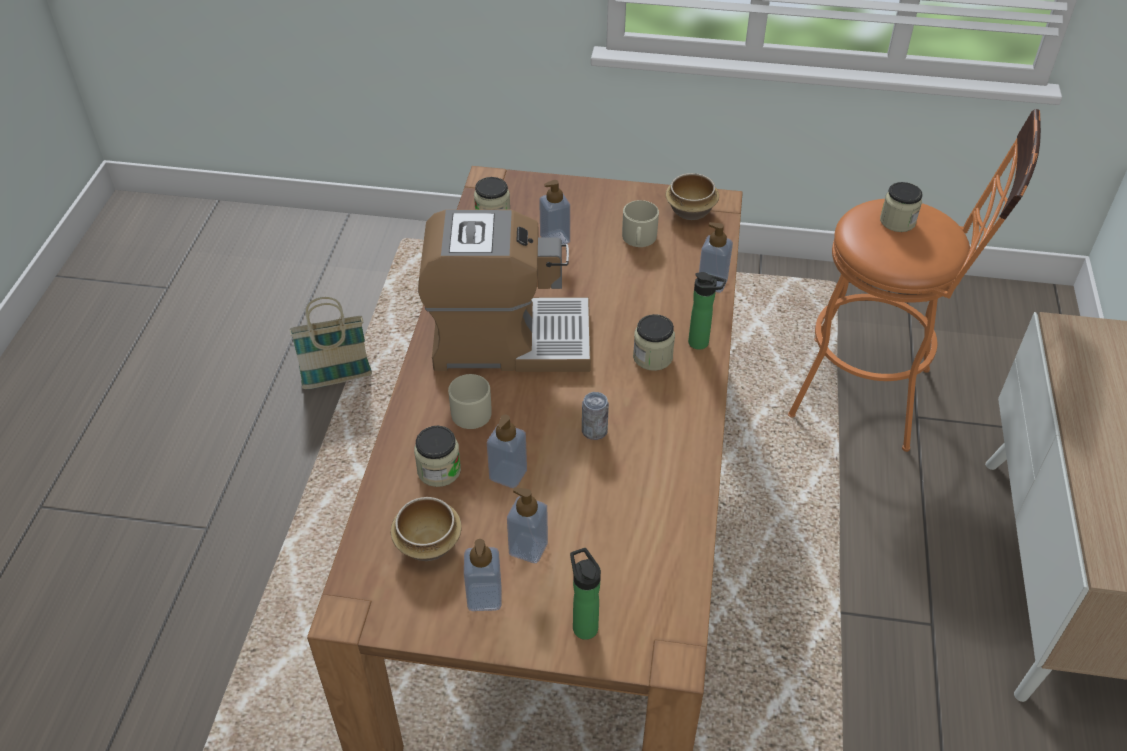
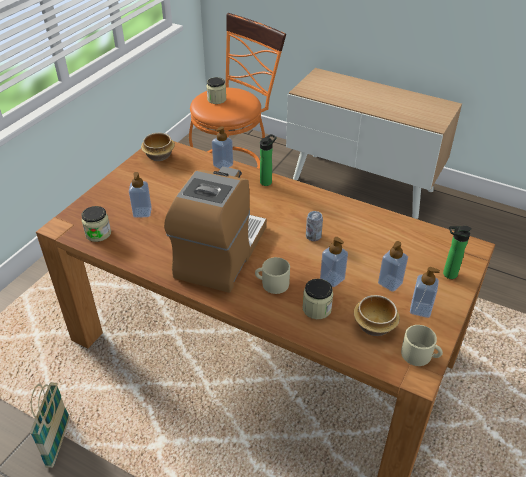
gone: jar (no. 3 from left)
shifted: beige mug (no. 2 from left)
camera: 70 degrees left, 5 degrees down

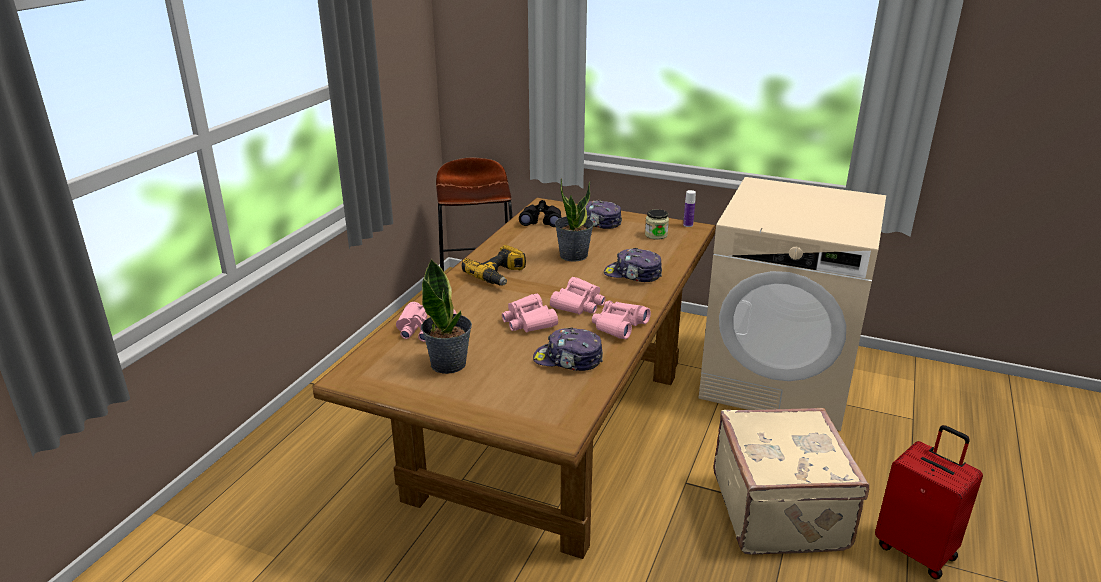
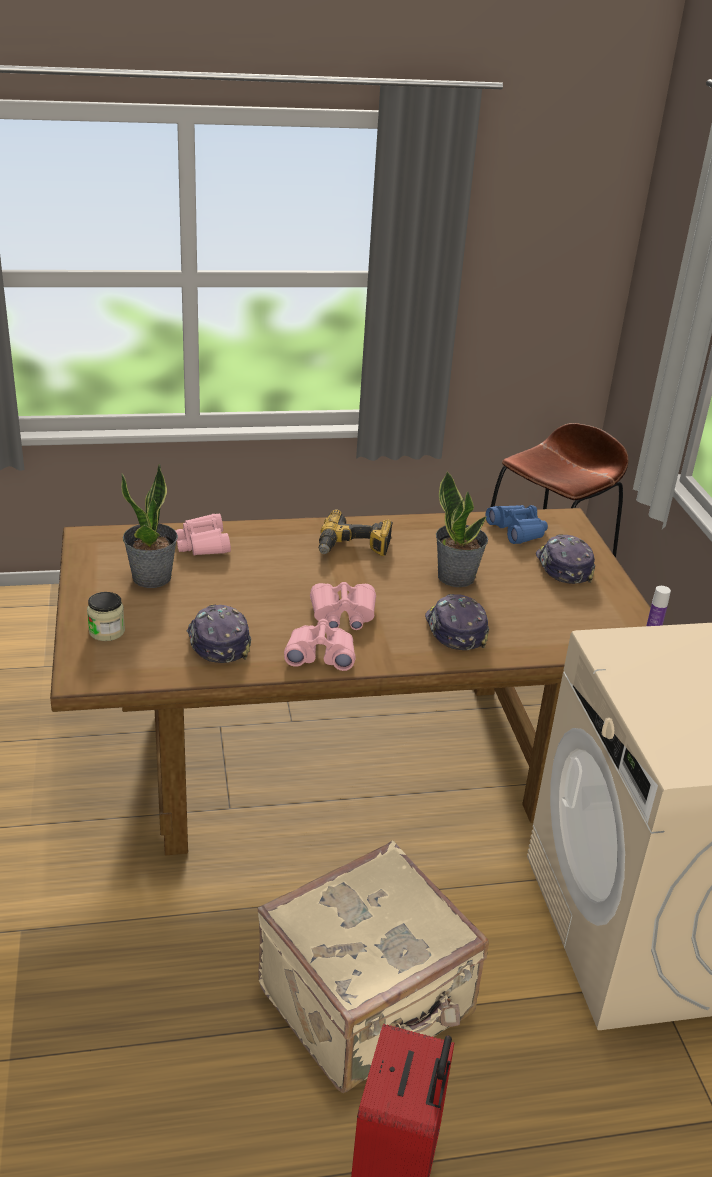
gone: pink binoculars (no. 2 from left)
shifted: jar
repainted: black binoculars to blue binoculars
camera: 55 degrees right, 5 degrees up

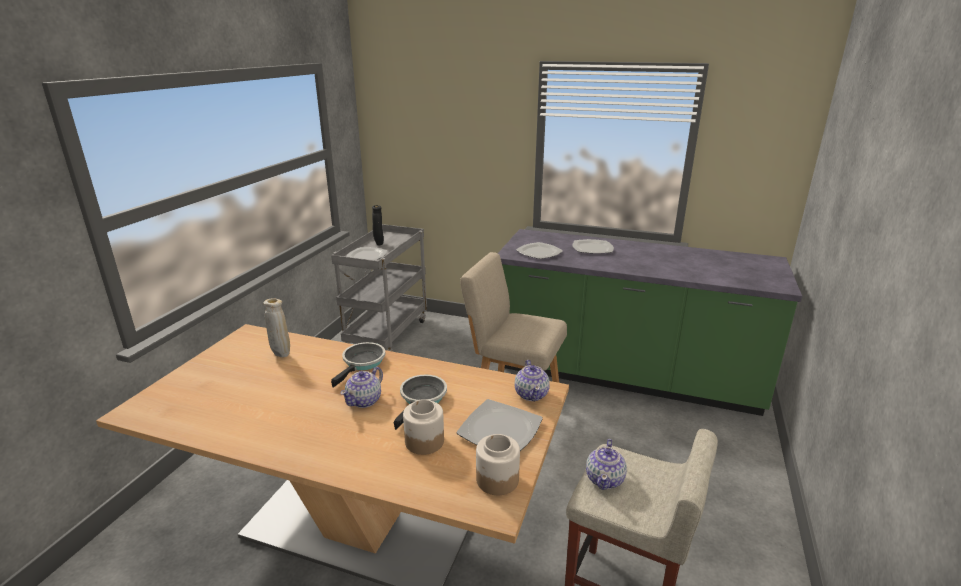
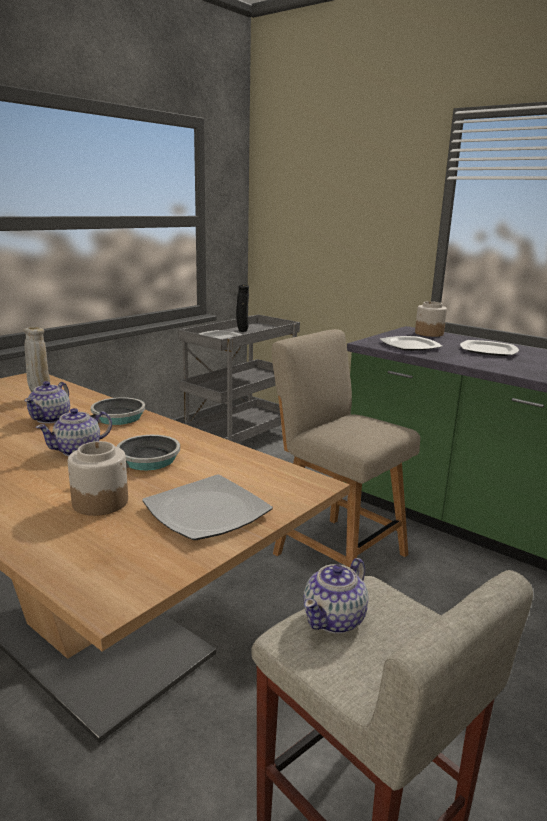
shifted: jar (no. 2 from left); teapot (no. 2 from left in the first image) to teapot (no. 1 from left)
camera: 20 degrees right, 5 degrees down

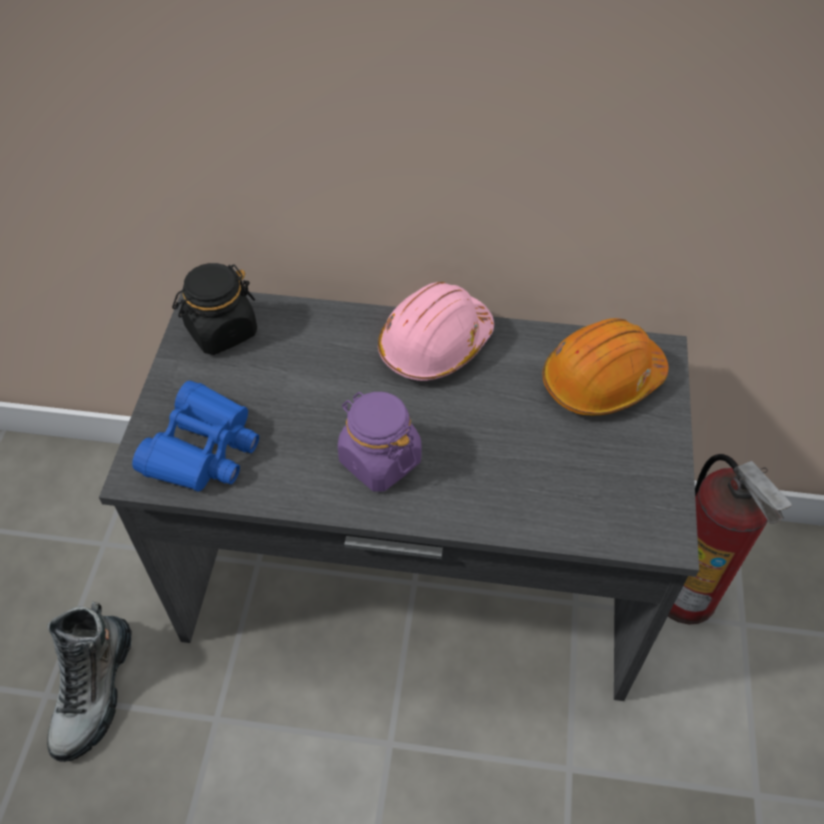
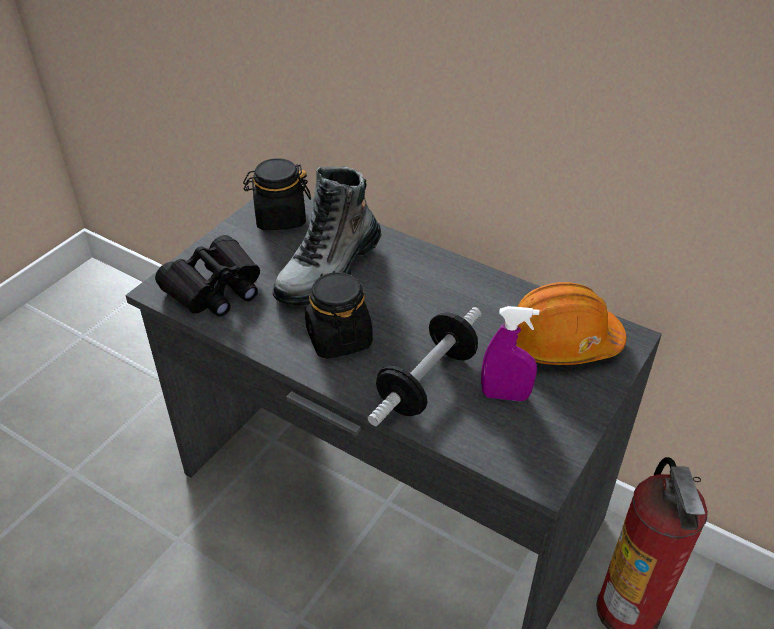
gone: pink hard hat
new: dumbbell; purple spray bottle
shifted: boot
repainted: blue binoculars to black binoculars; purple jar to black jar (no. 2 from left)
camera: 25 degrees right, 10 degrees down

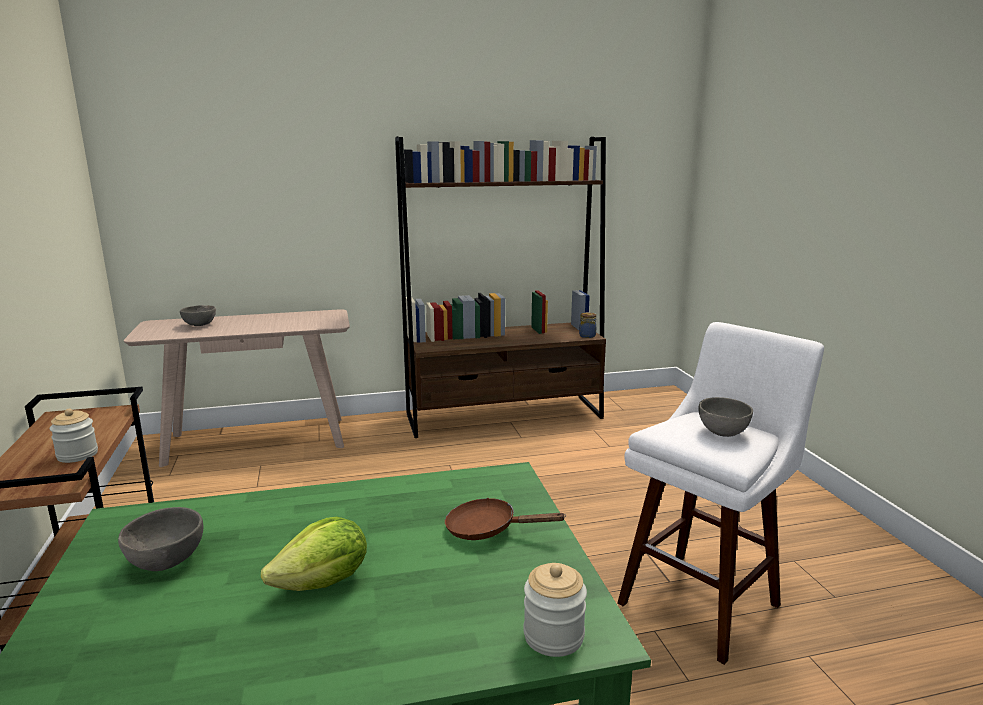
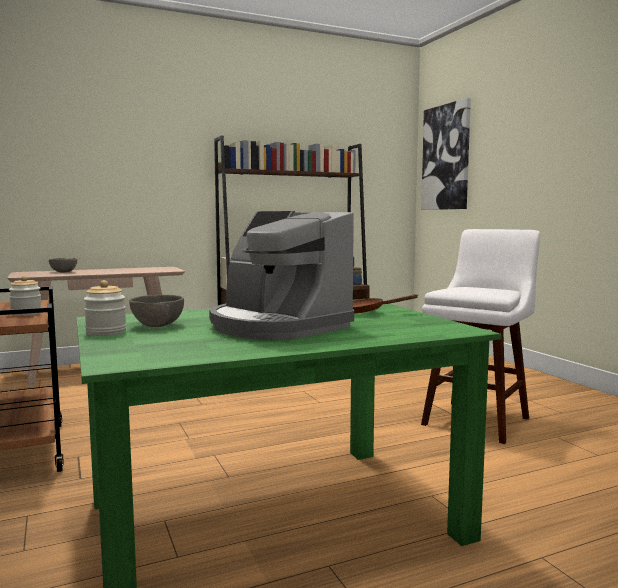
gone: grey bowl (no. 3 from left)
new: picture
shifted: jar (no. 2 from left)
swapped: lettuce to coffee machine
camera: 10 degrees left, 10 degrees down

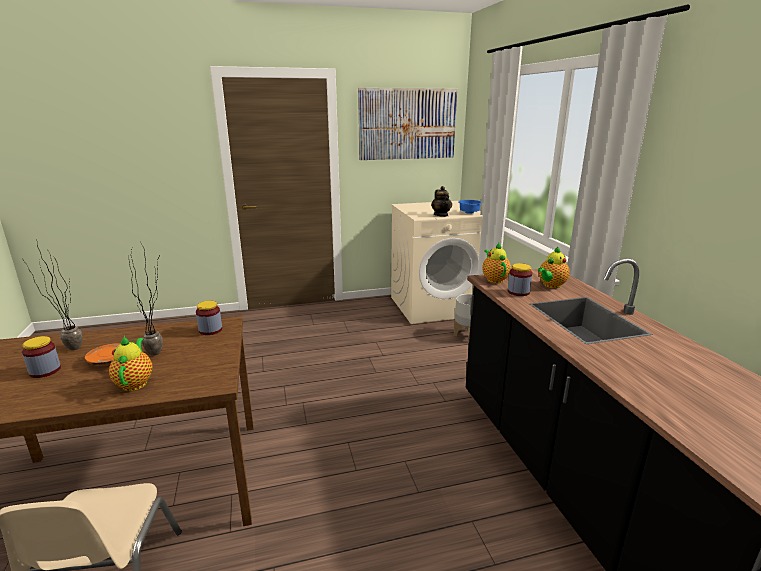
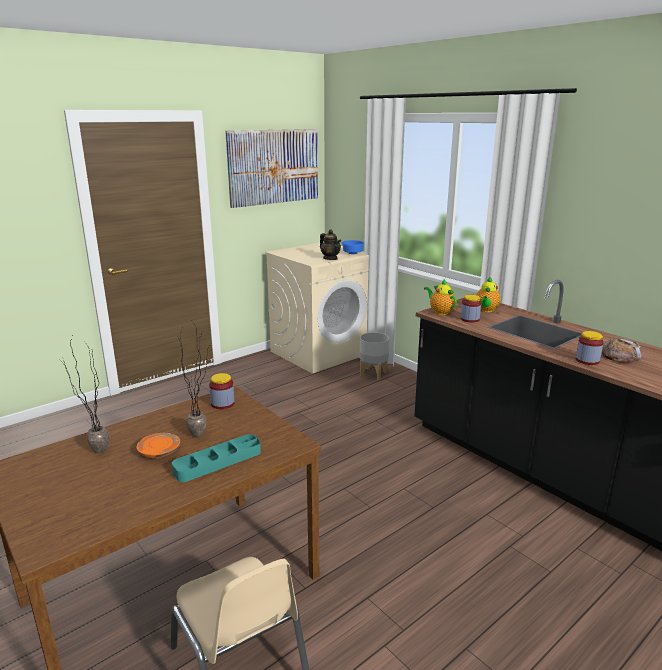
new: bread
shifted: jar (no. 1 from left in the first image) to jar (no. 3 from left)
swapped: teapot (no. 1 from left) to turquoise tray
camera: 25 degrees left, 0 degrees up

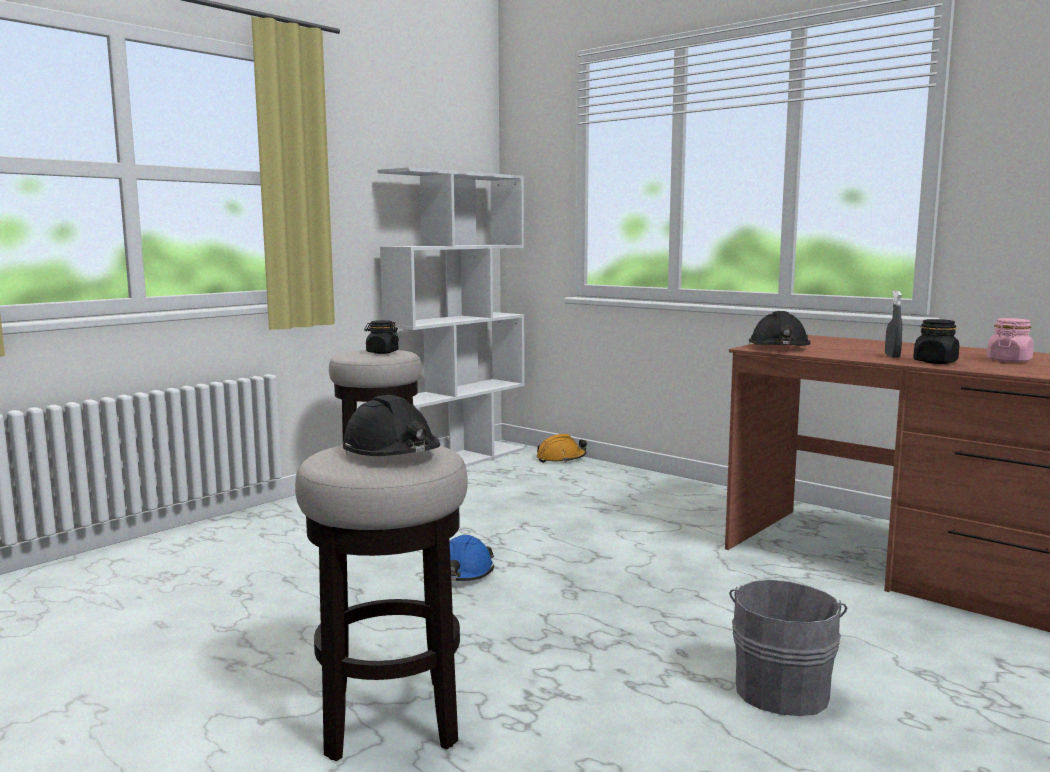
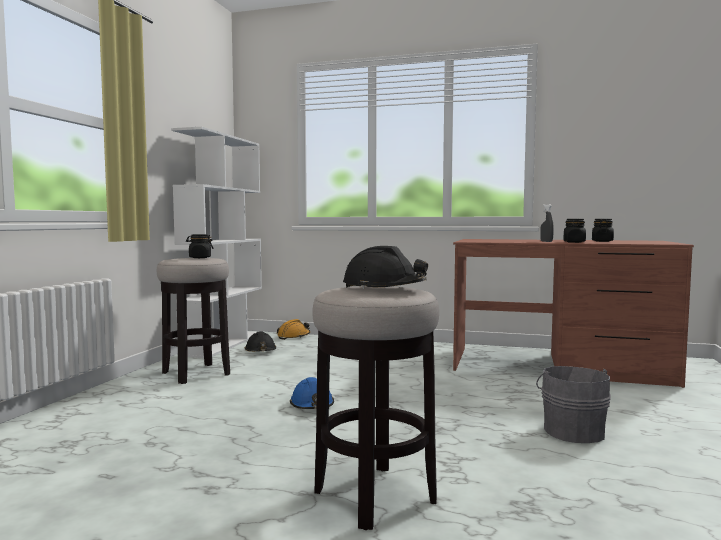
shifted: black hard hat (no. 2 from left in the first image) to black hard hat (no. 1 from left)
repainted: pink jar to black jar (no. 3 from left)
camera: 25 degrees left, 5 degrees down

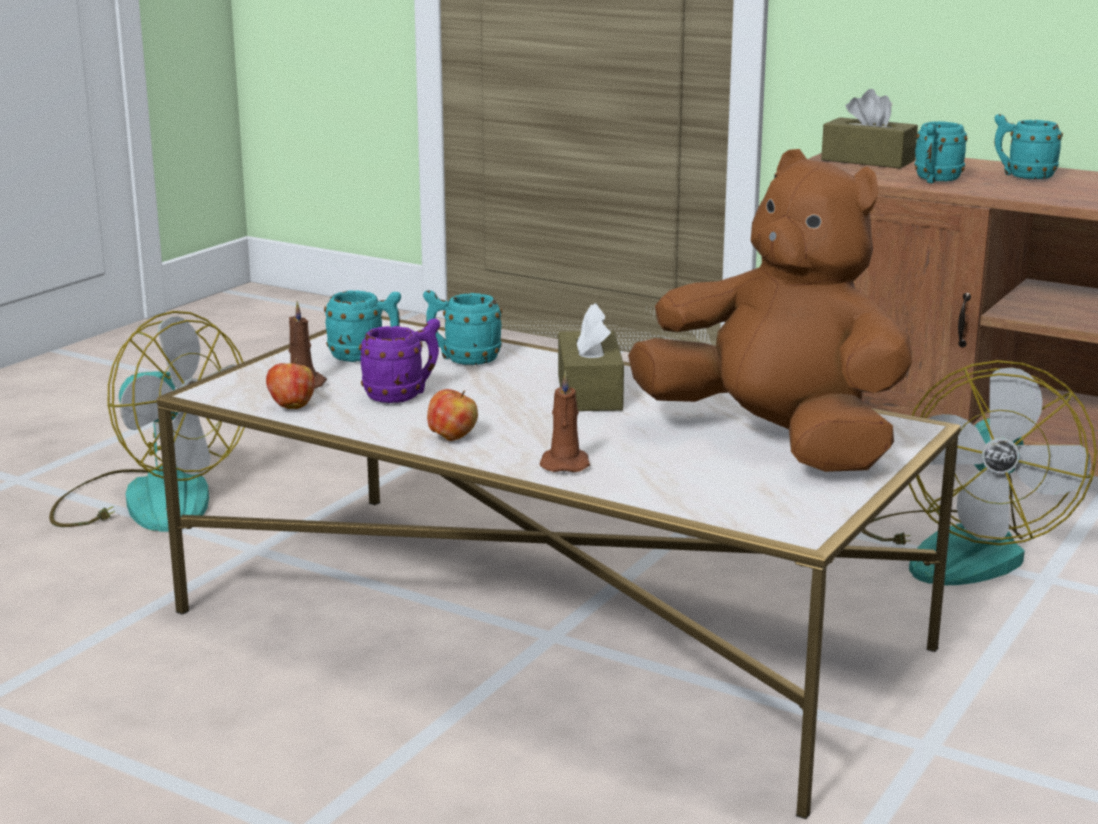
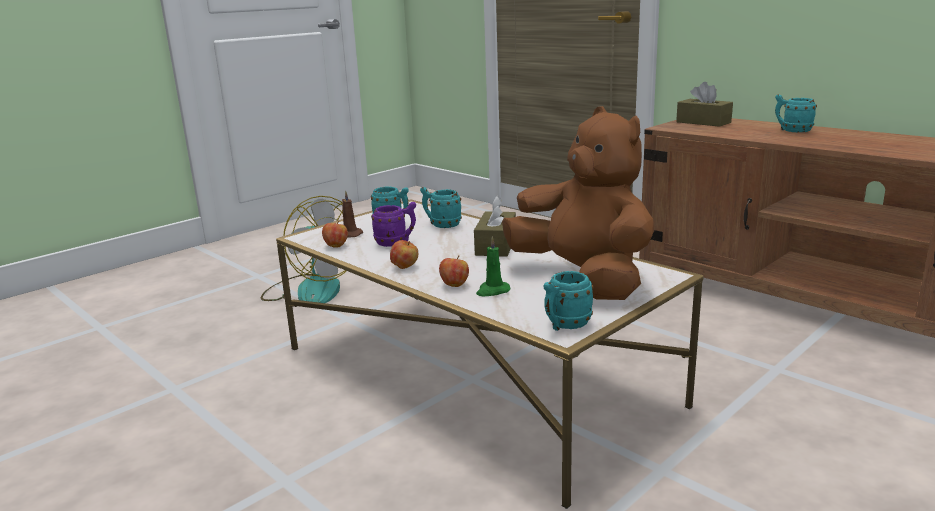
gone: fan (no. 2 from left)
new: green candle
shifted: turquoise mug (no. 3 from left)
swapped: brown candle (no. 2 from left) to apple (no. 3 from left)
camera: 15 degrees right, 0 degrees up

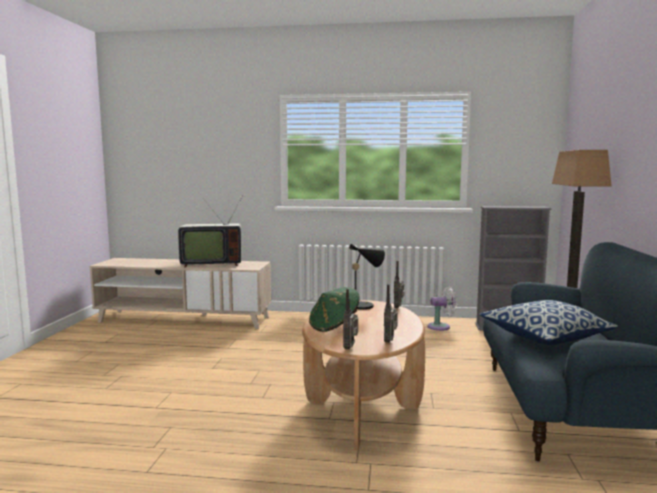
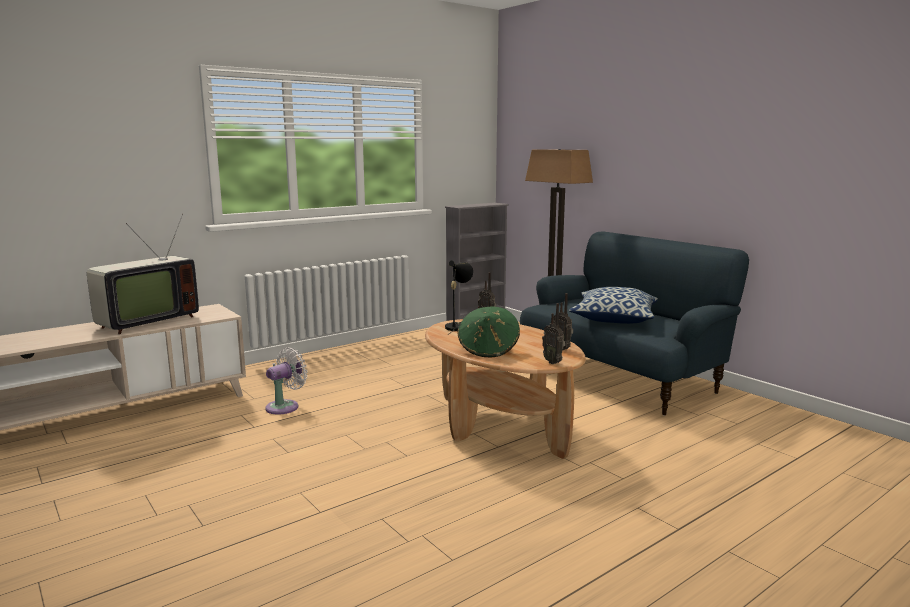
shifted: white fan
camera: 45 degrees left, 5 degrees up

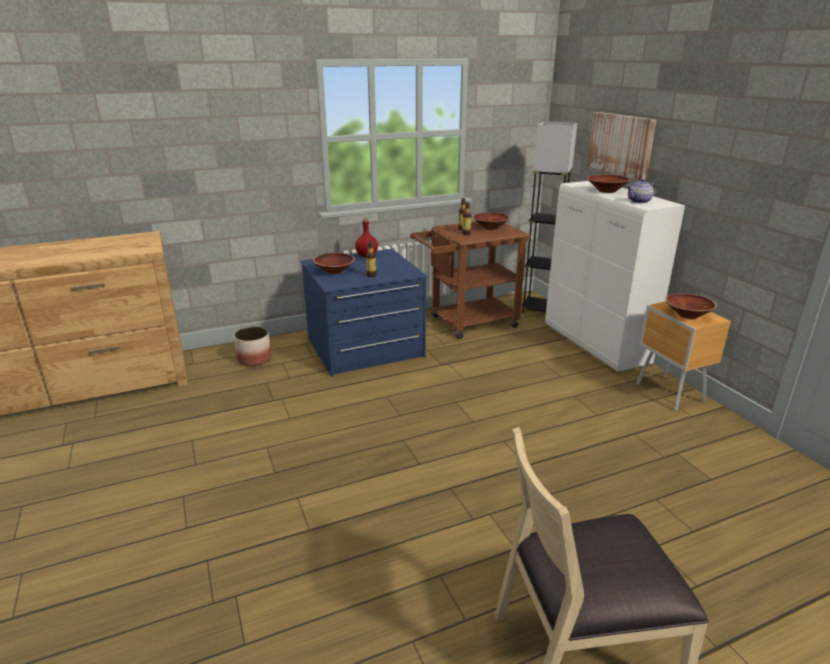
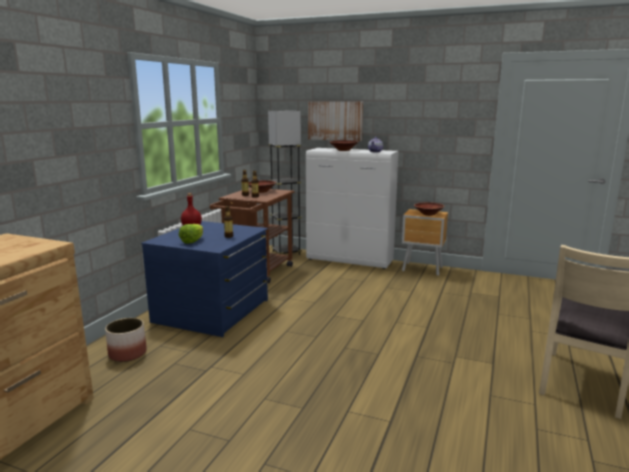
swapped: brown bowl (no. 1 from left) to lettuce
camera: 45 degrees left, 10 degrees down

